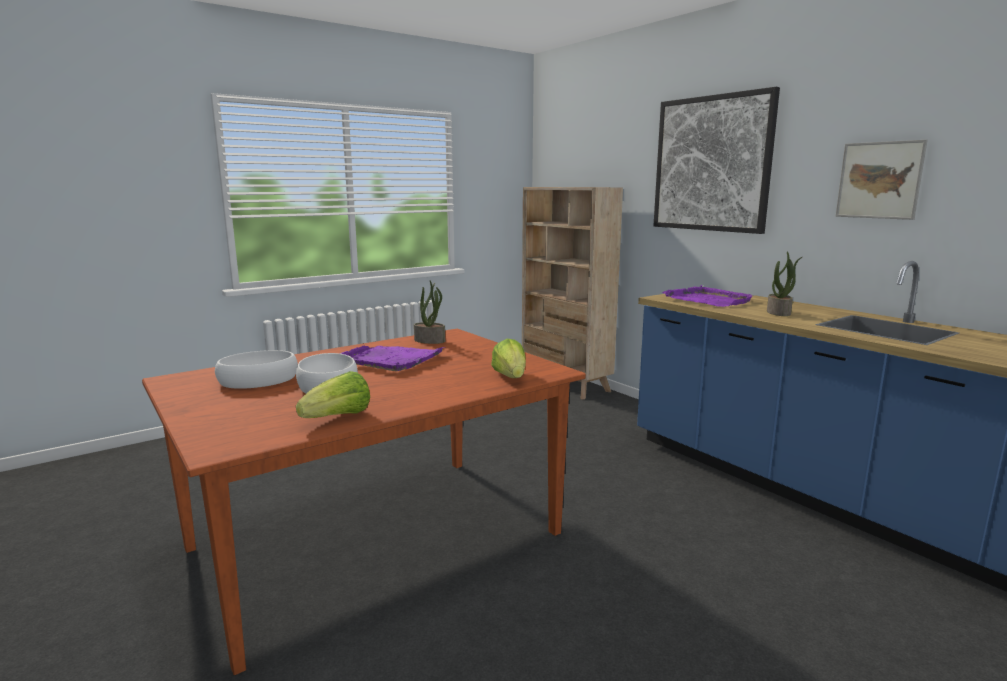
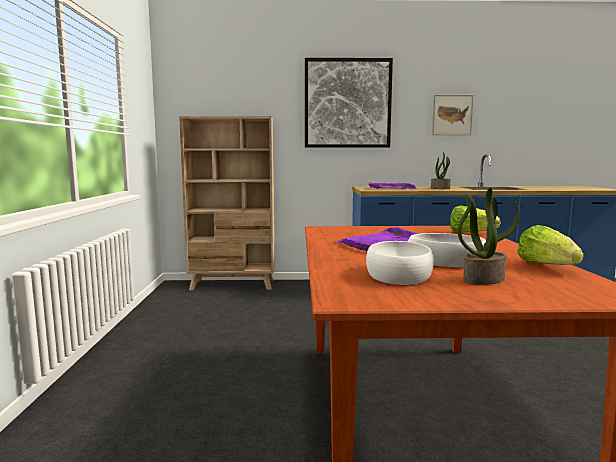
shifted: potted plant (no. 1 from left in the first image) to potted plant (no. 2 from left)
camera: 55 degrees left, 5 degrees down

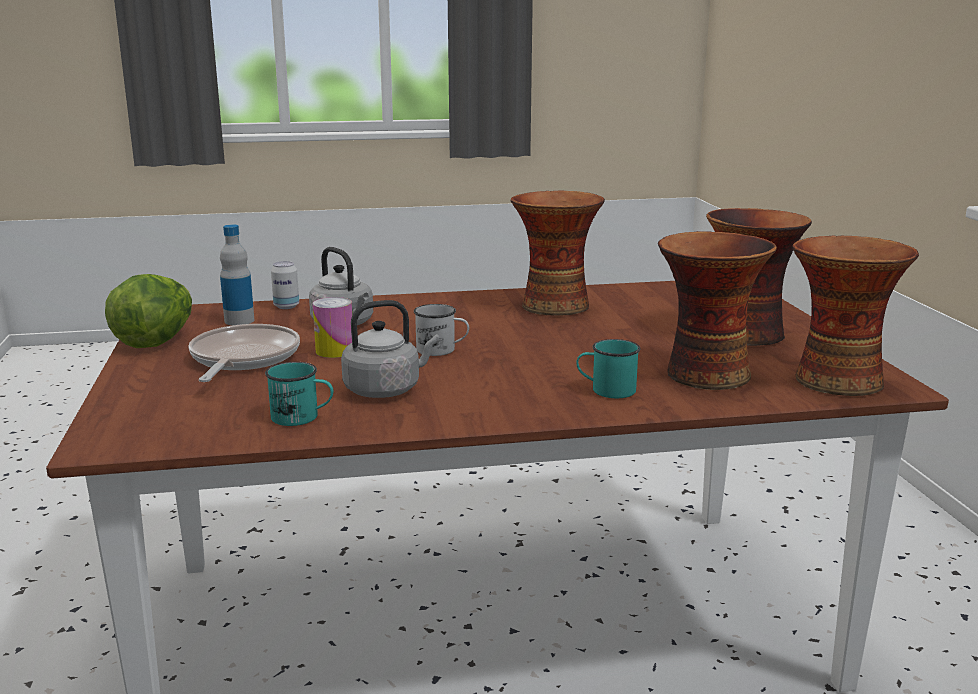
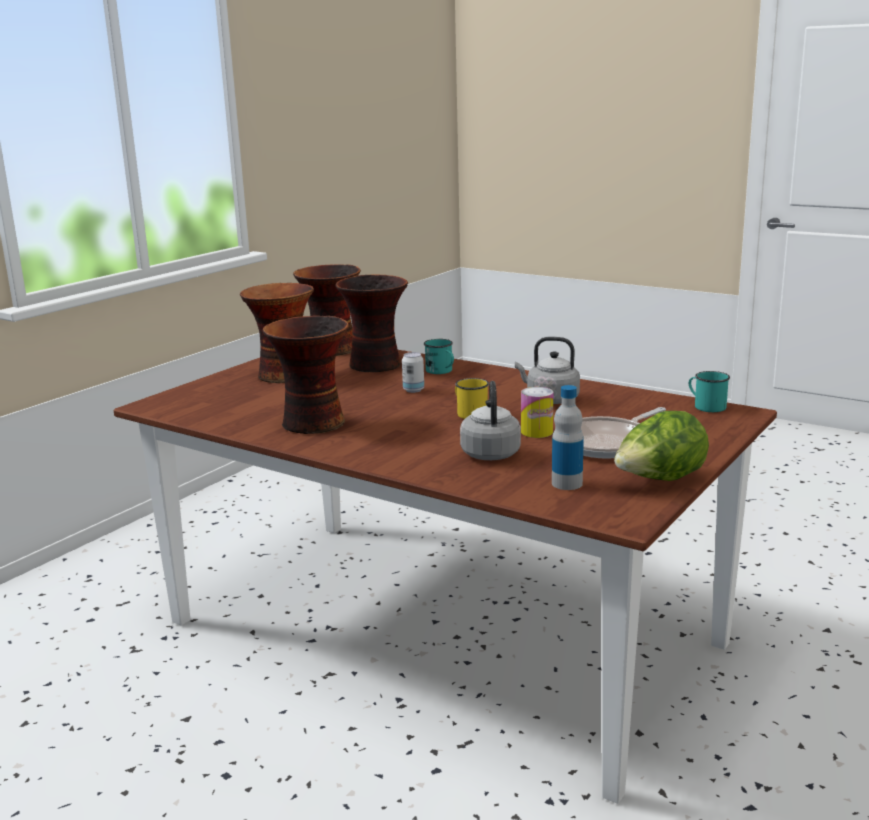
shifted: turquoise mug (no. 1 from left in the first image) to turquoise mug (no. 2 from left); can (no. 1 from left)
repainted: white mug to yellow mug
camera: 135 degrees left, 0 degrees up

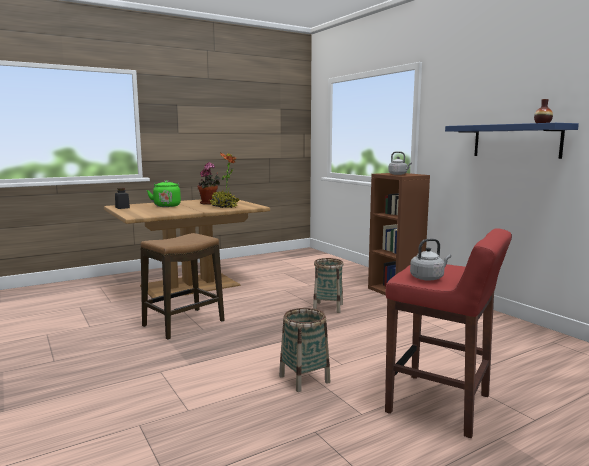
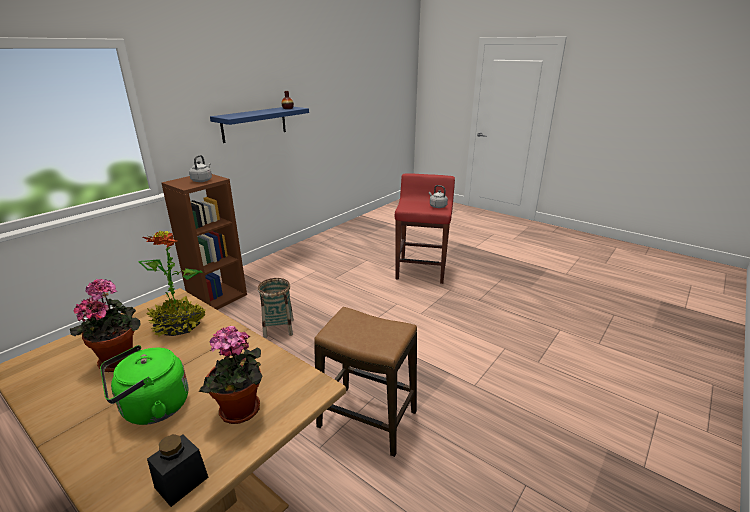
gone: basket (no. 1 from left)
new: potted plant (no. 3 from left)
camera: 110 degrees left, 15 degrees up

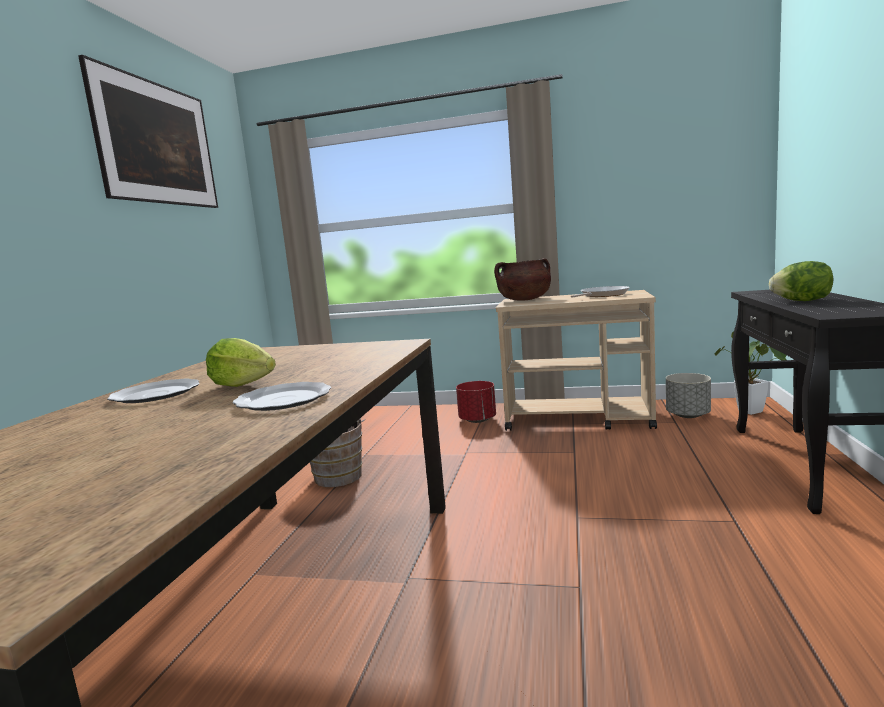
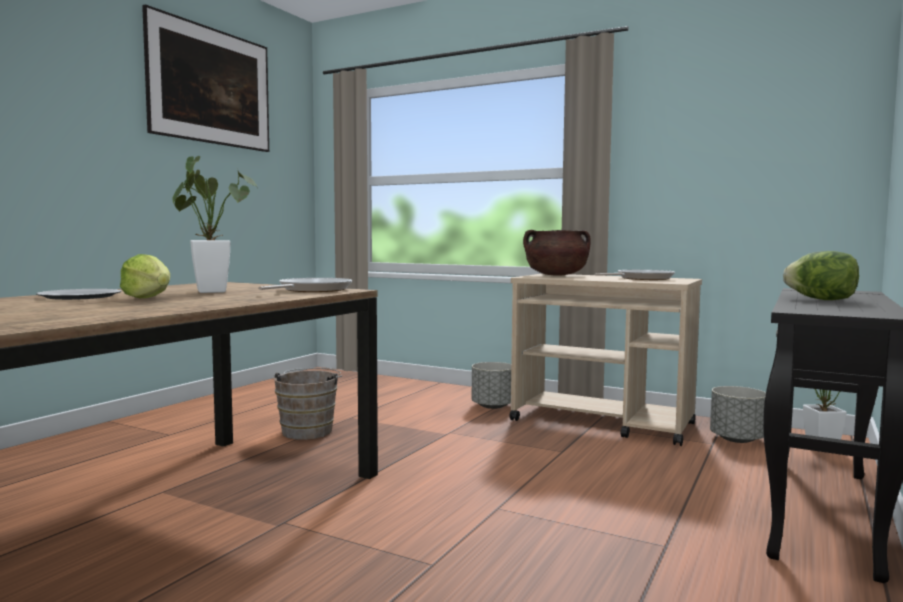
gone: plate (no. 2 from left)
new: potted plant (no. 1 from left); frying pan (no. 1 from left)
repainted: red planter to grey planter (no. 1 from left)
camera: 15 degrees right, 5 degrees down

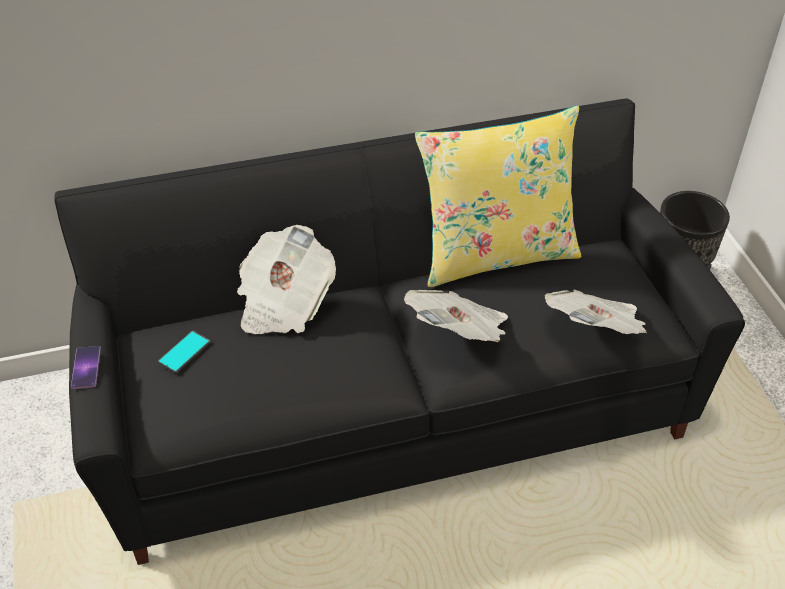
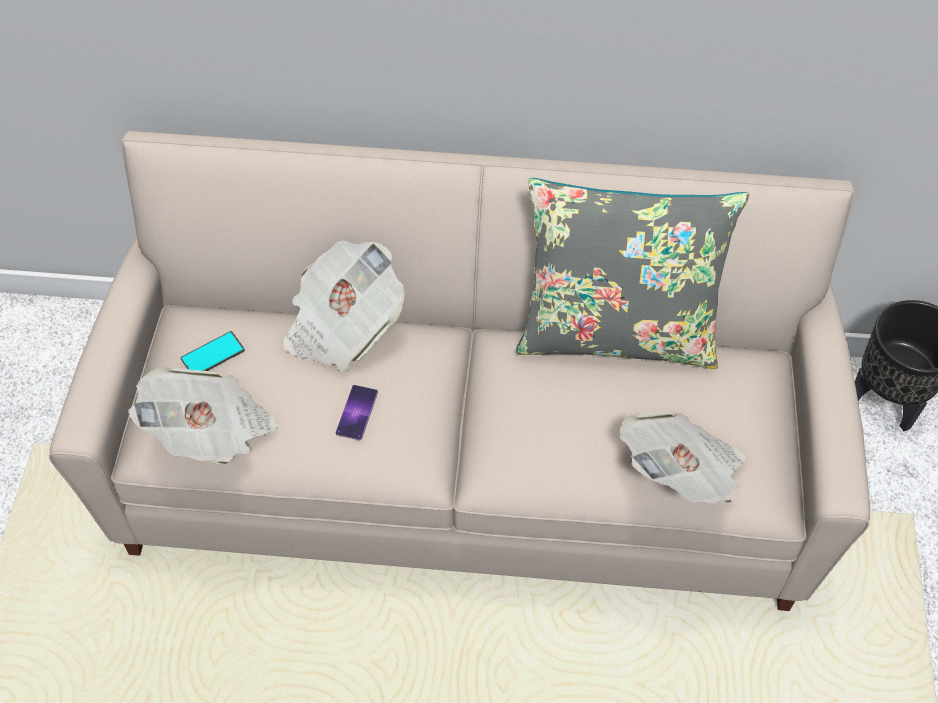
shifted: phone (no. 1 from left in the first image) to phone (no. 2 from left); newspaper (no. 2 from left in the first image) to newspaper (no. 1 from left)
repainted: black sofa to beige sofa; yellow pillow to grey pillow
camera: 20 degrees right, 10 degrees up

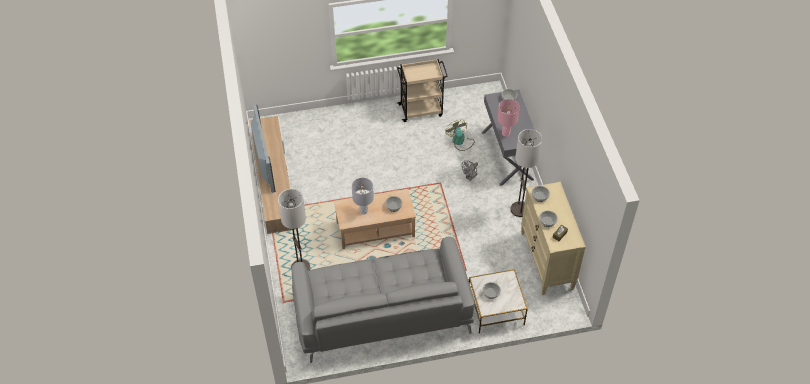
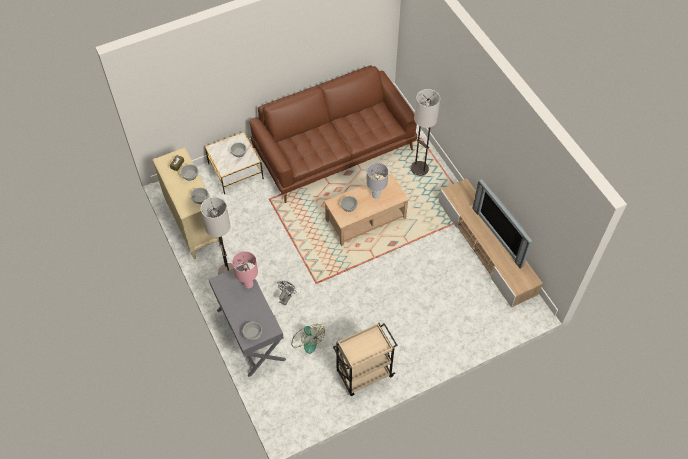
repainted: grey sofa to brown sofa
camera: 165 degrees right, 5 degrees up

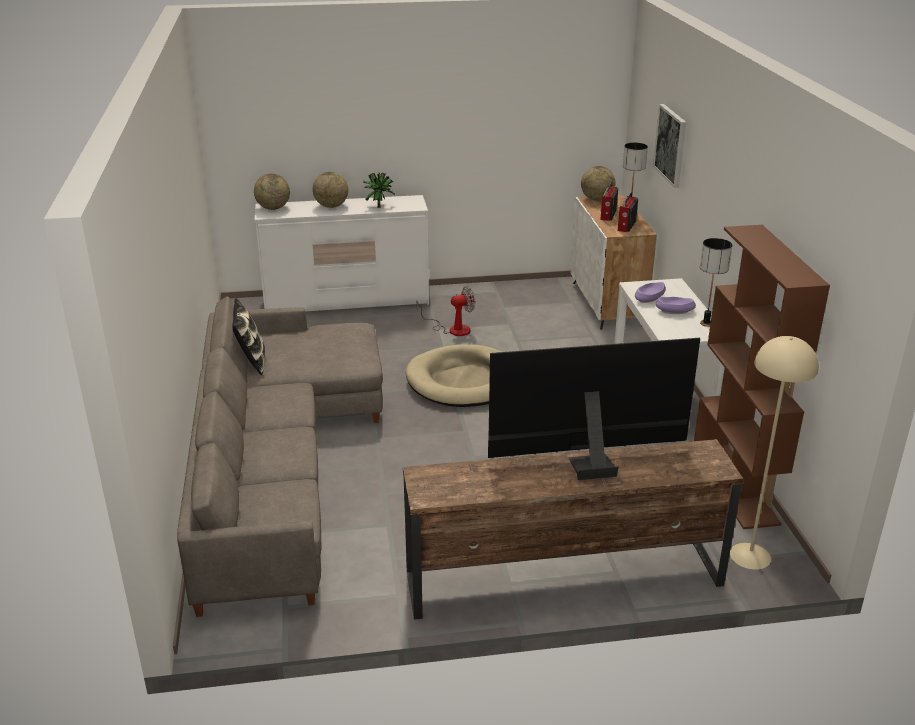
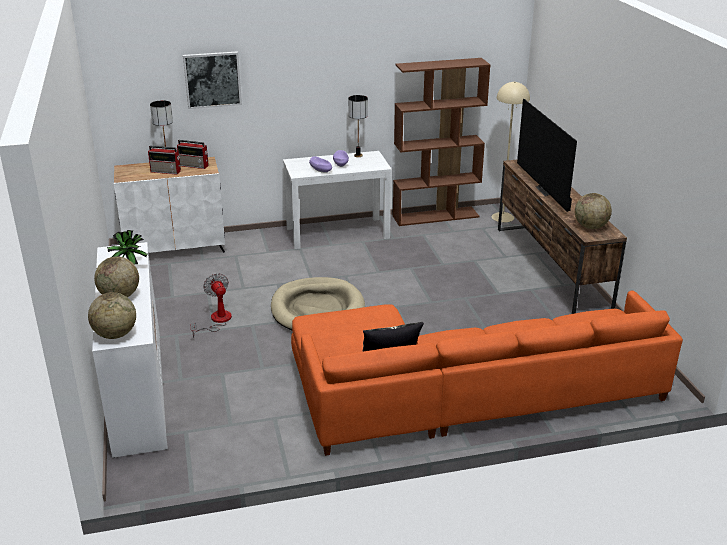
shifted: globe (no. 3 from left)
repainted: grey sofa to orange sofa
camera: 95 degrees left, 0 degrees up

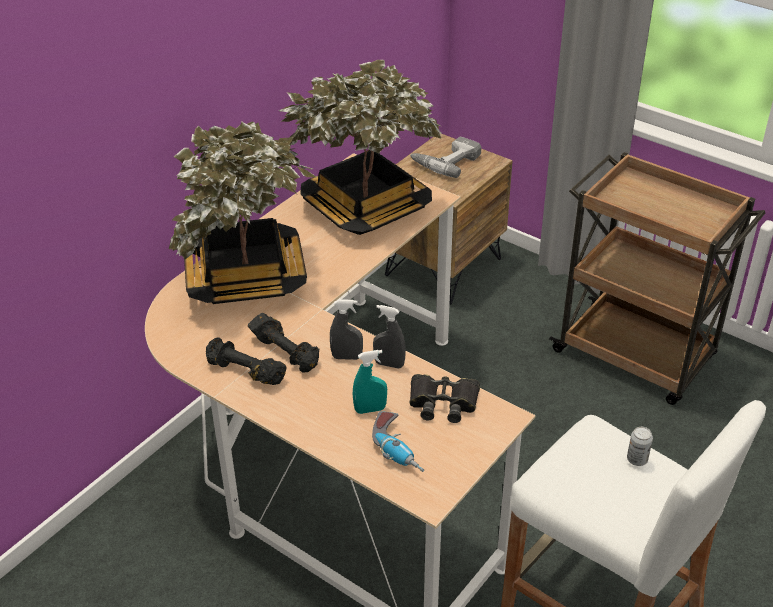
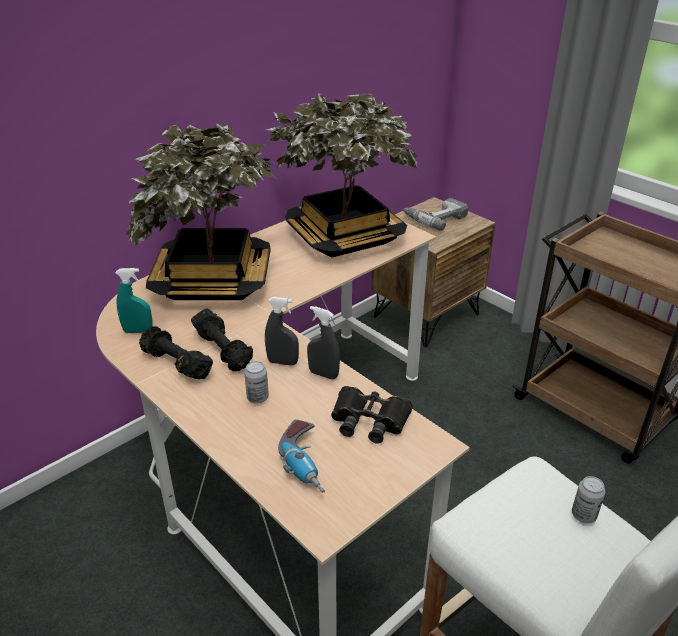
new: can (no. 1 from left)
shifted: turquoise spray bottle
camera: 10 degrees right, 5 degrees down

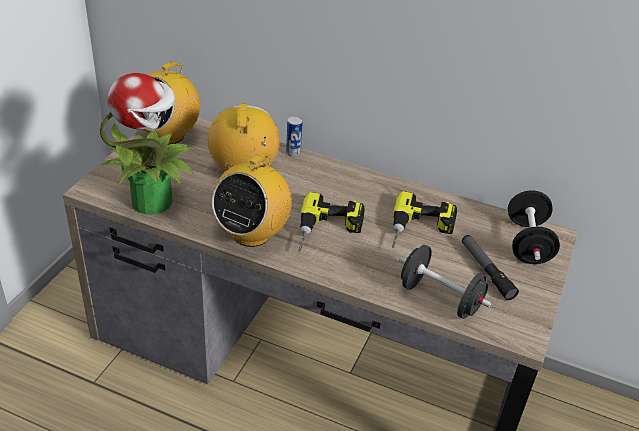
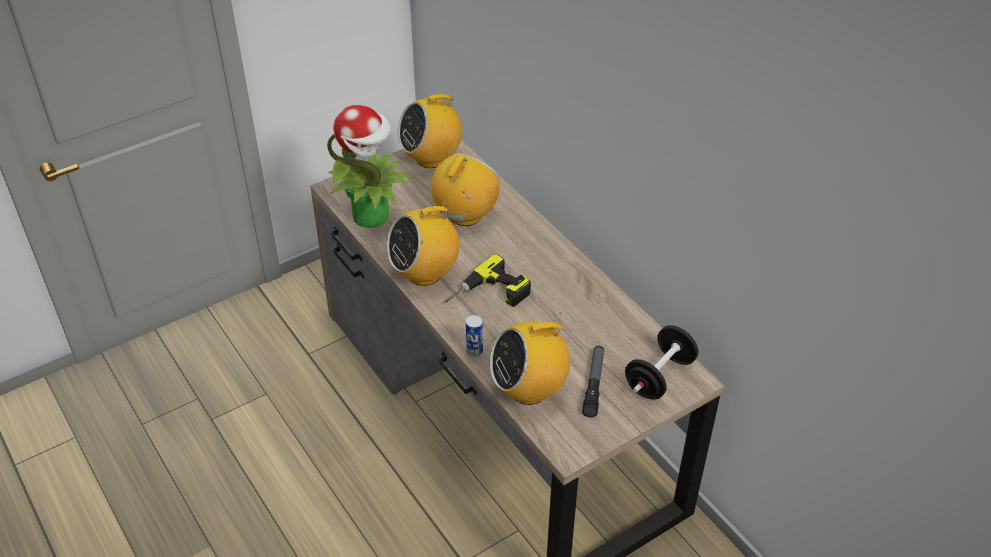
gone: power drill (no. 2 from left)
shifted: can
swapped: black dumbbell (no. 1 from left) to radio (no. 4 from left)
camera: 35 degrees right, 5 degrees up

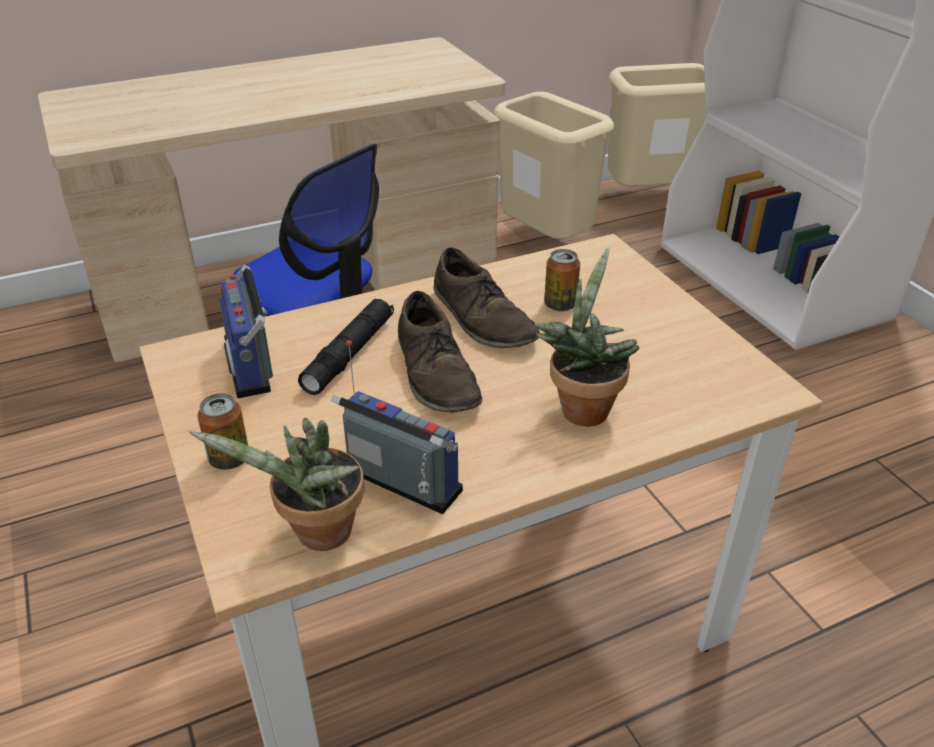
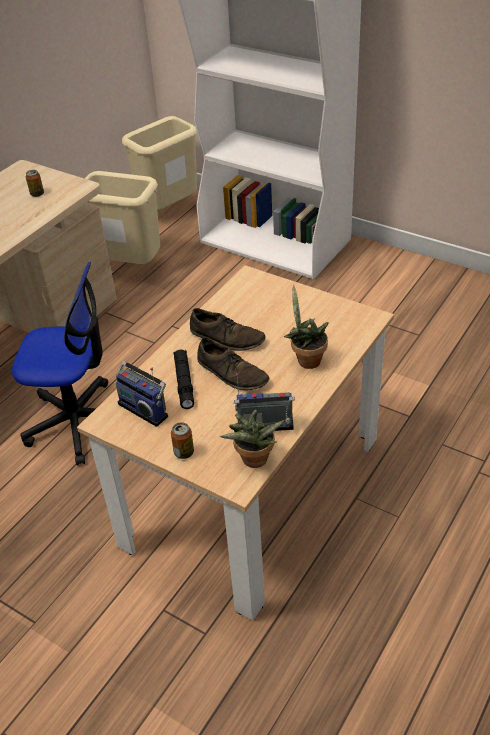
shifted: can (no. 2 from left in the first image) to can (no. 1 from left)
camera: 30 degrees left, 5 degrees up

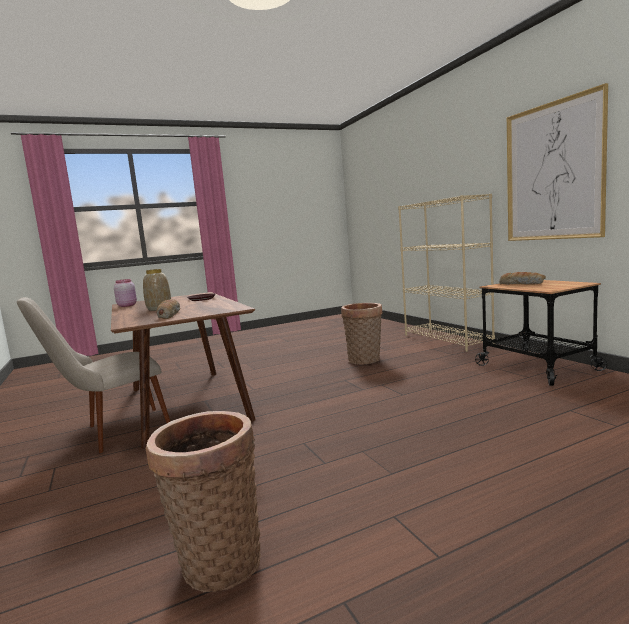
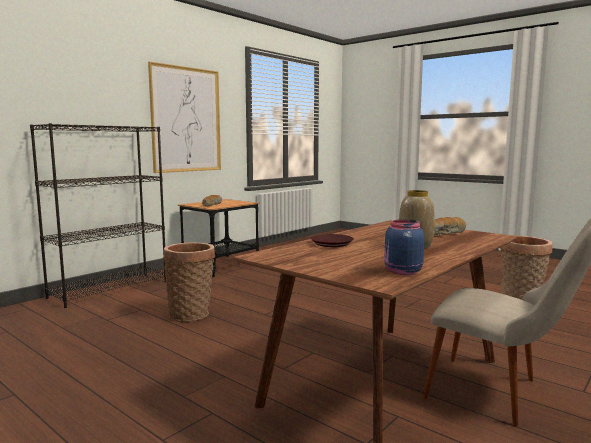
repainted: pink jar to blue jar; beige bookcase to black bookcase
camera: 115 degrees left, 0 degrees up

